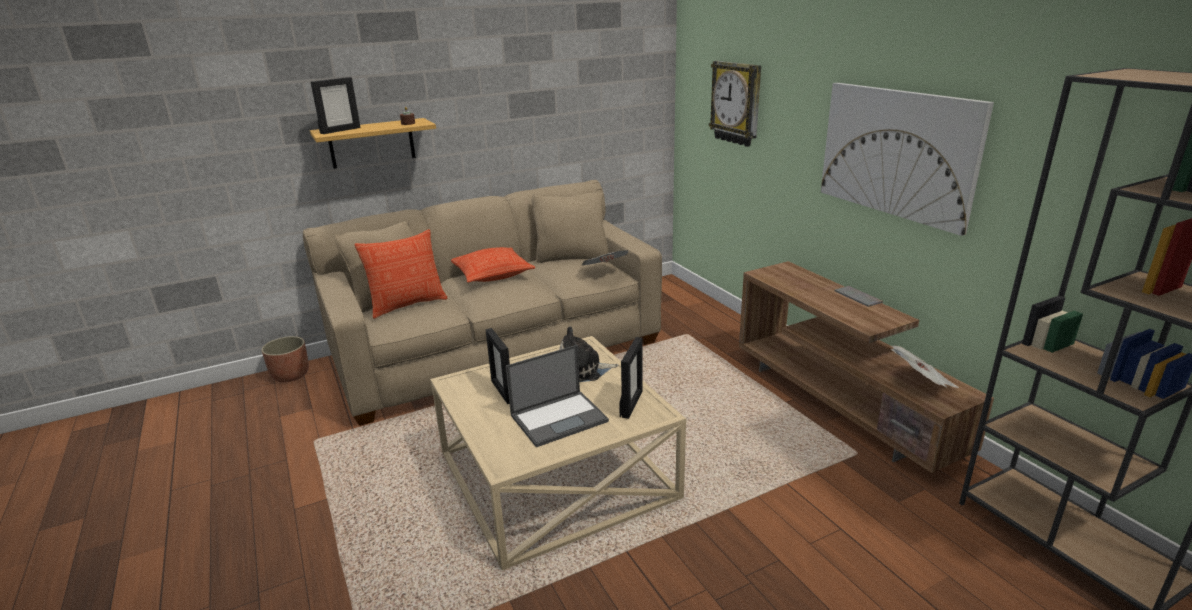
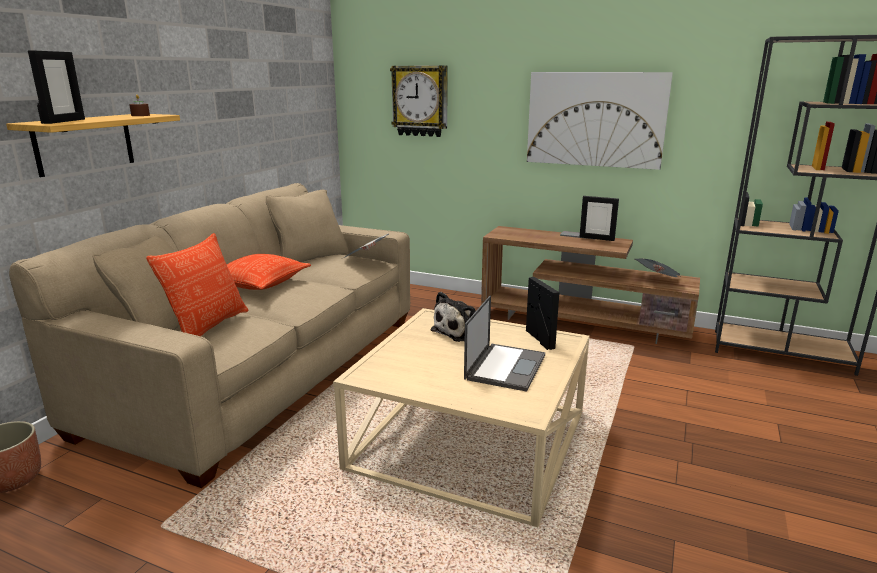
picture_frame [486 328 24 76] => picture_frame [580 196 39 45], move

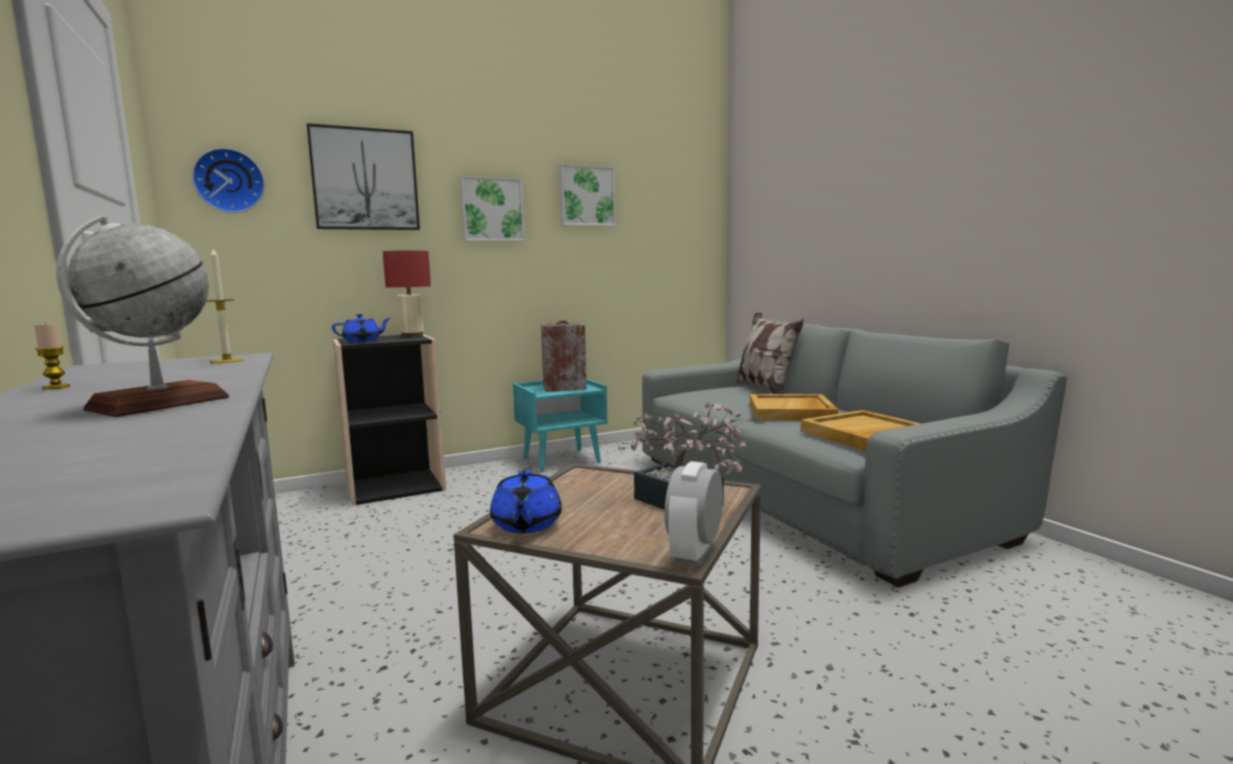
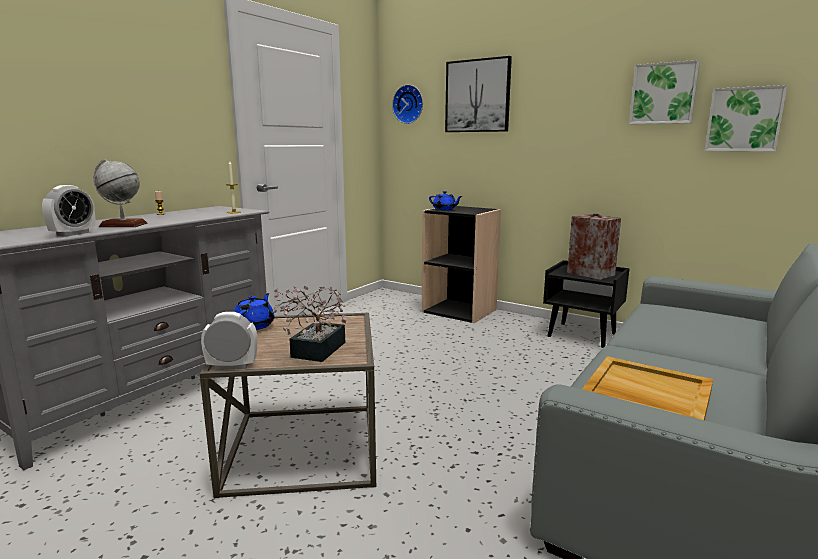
red_table_lamp [383 250 48 88] => nothing
pillow [734 312 70 82] => nothing
beige_tray [750 394 88 26] => nothing
nothing => alarm_clock [42 185 53 52]
picture [460 176 65 65] => picture [705 85 82 66], move
turquoise_nightstand [513 378 94 94] => black_nightstand [543 260 87 88]
blue_teapot [490 470 72 63] => blue_teapot [234 293 40 37], 135 degrees clockwise

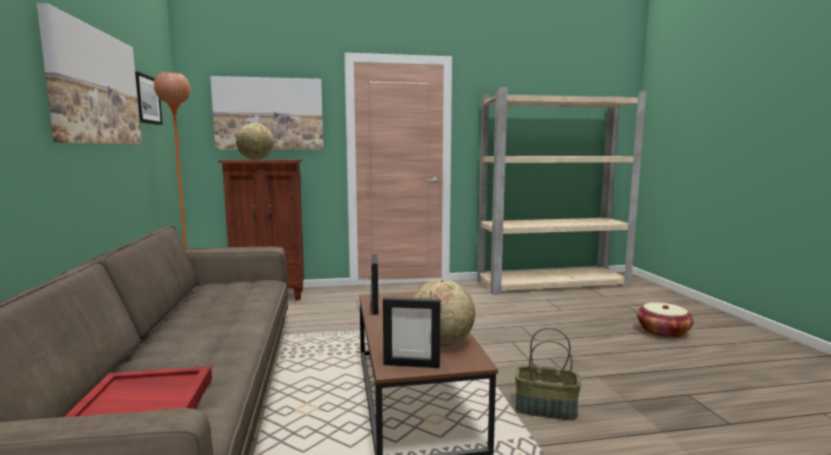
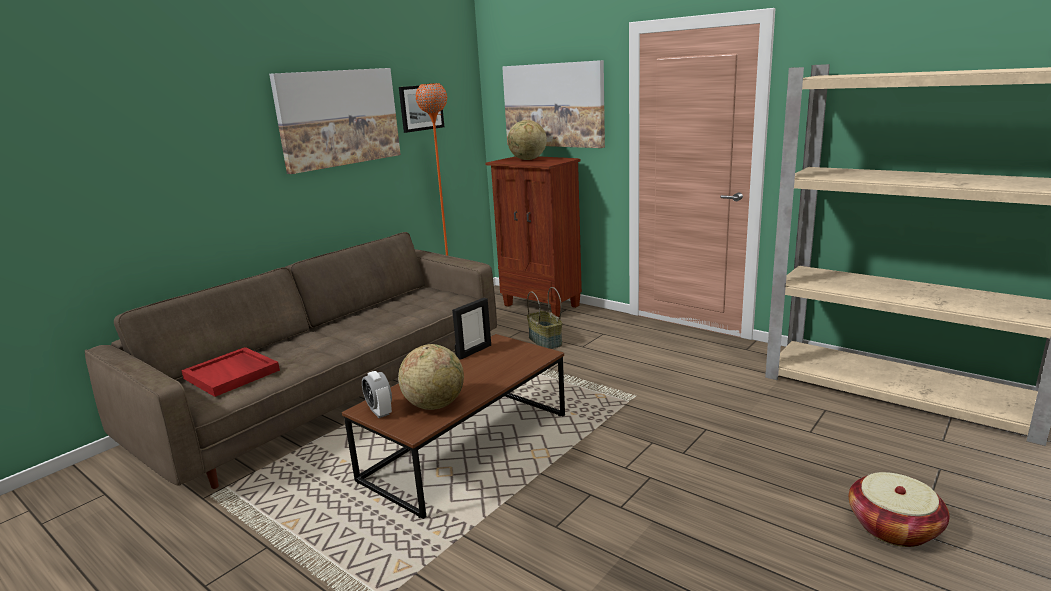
basket [515 327 66 93] => basket [527 287 35 62], move
picture_frame [383 297 57 71] => alarm_clock [362 371 30 47]

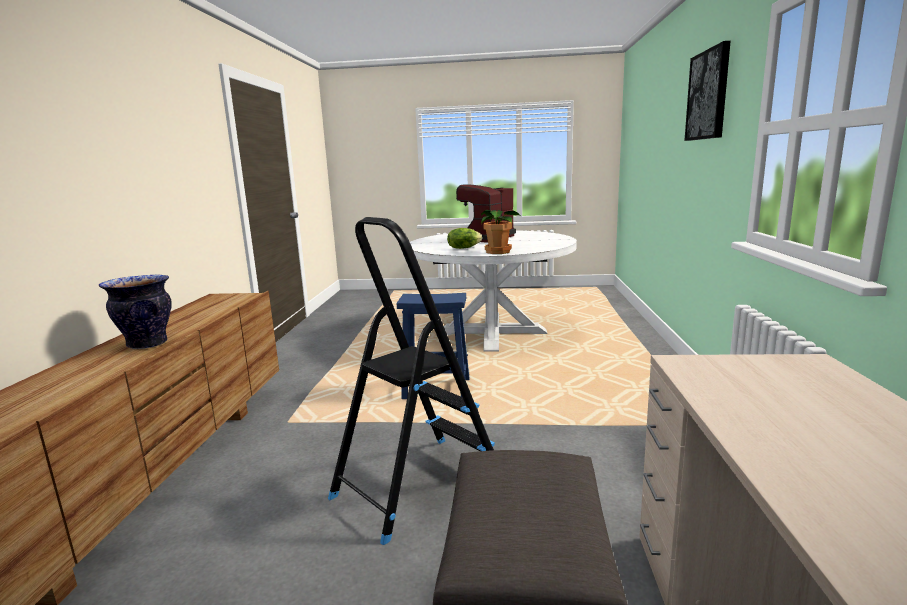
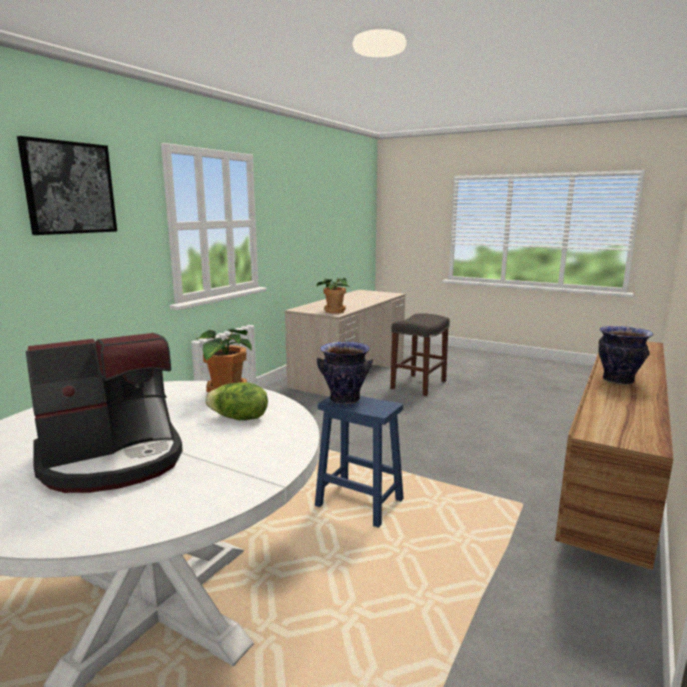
black_step_ladder [328 217 167 328] => nothing
nothing => potted_plant [317 278 32 36]
nothing => vase [317 342 56 62]

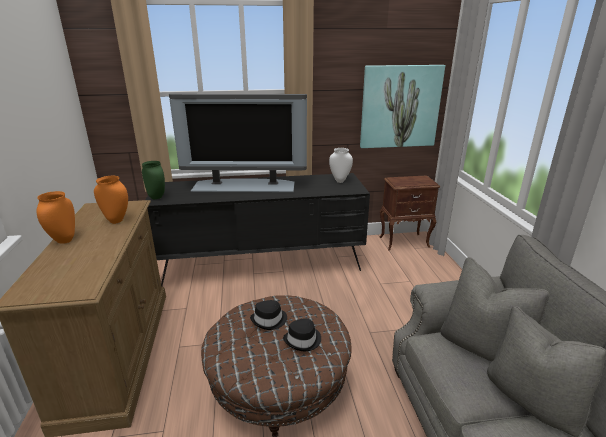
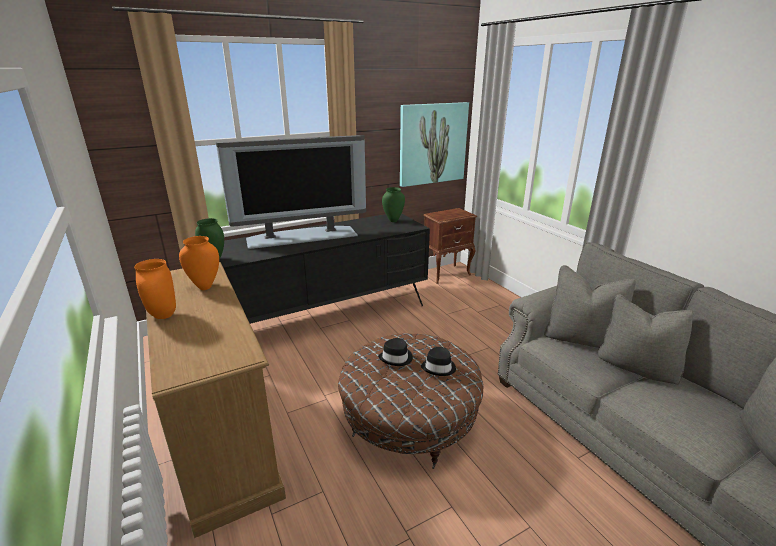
white_vase [329 148 24 35] => green_vase [382 187 23 35]

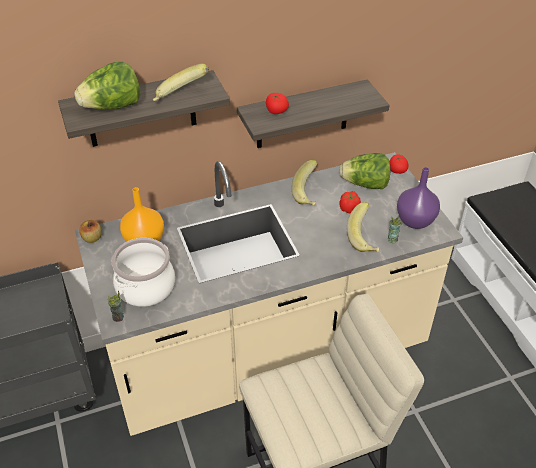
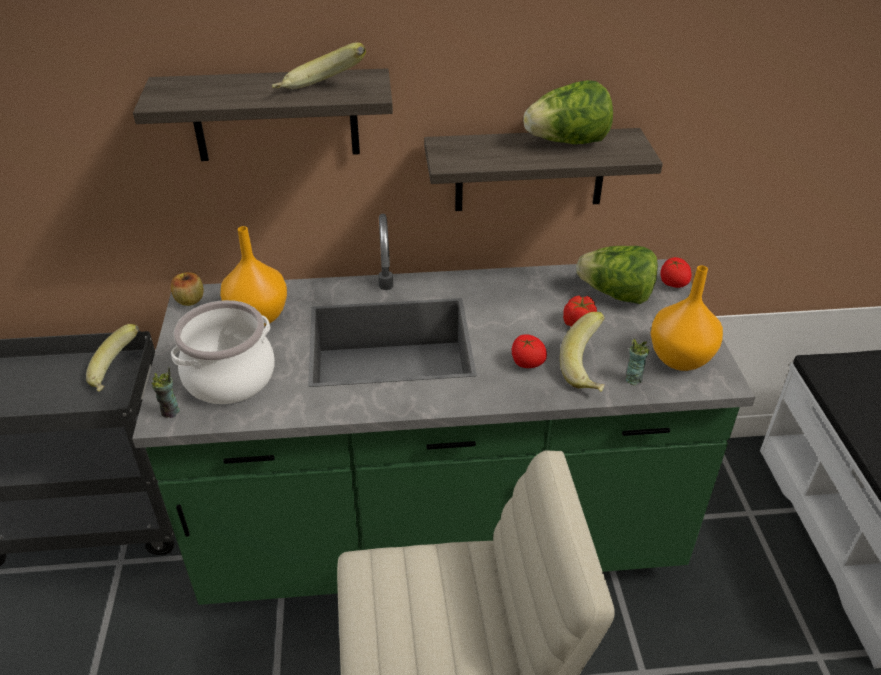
lettuce [74 62 66 47] => lettuce [523 80 90 64], move
tomato [266 93 23 21] => tomato [512 335 35 33], move
banana [292 160 26 46] => banana [86 324 53 68], move
beige_counter [75 152 388 284] => green_counter [132 214 623 391]
purple_vase [397 167 43 62] => orange_vase [650 265 73 106]

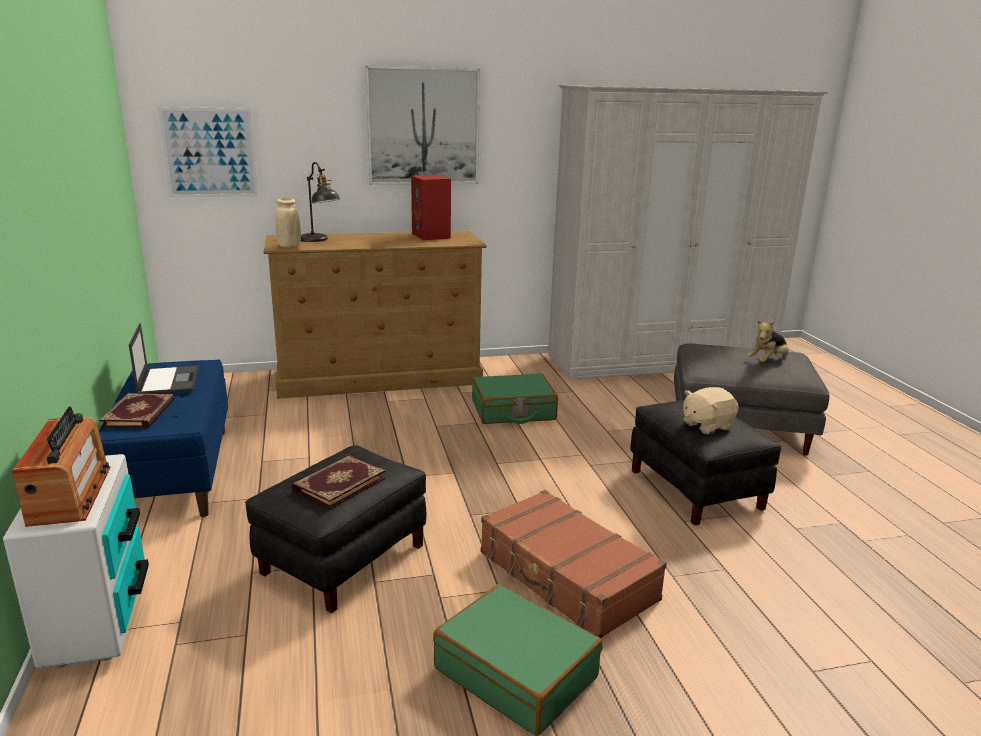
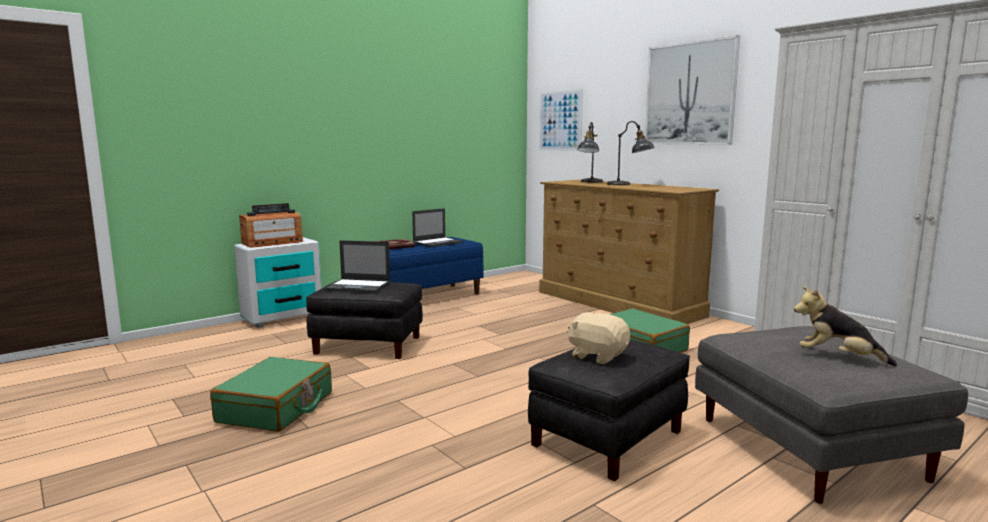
beige_vase [275 198 26 50] => nothing
red_speaker [411 175 40 65] => nothing
brown_suitcase [481 490 186 148] => nothing
nothing => grey_table_lamp [607 121 47 64]
book [292 455 94 55] => laptop [324 240 66 53]

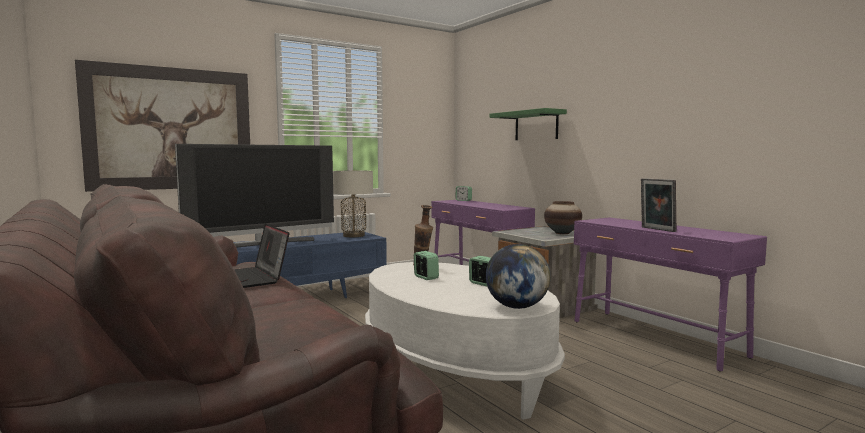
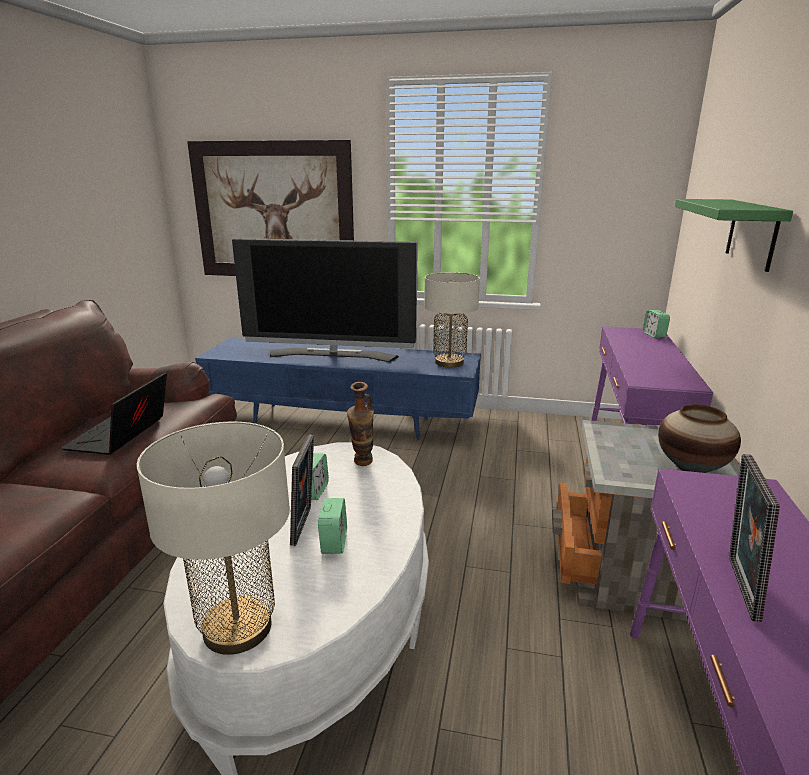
nothing => picture_frame [290 434 24 112]
globe [486 244 65 65] => table_lamp [137 422 153 233]

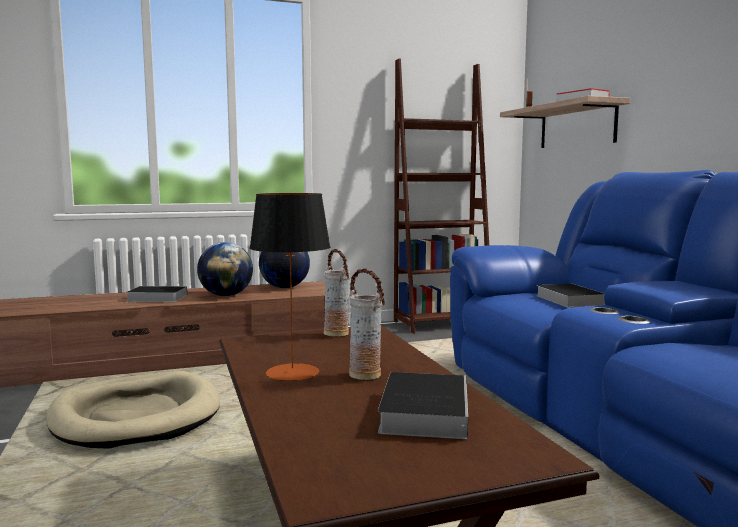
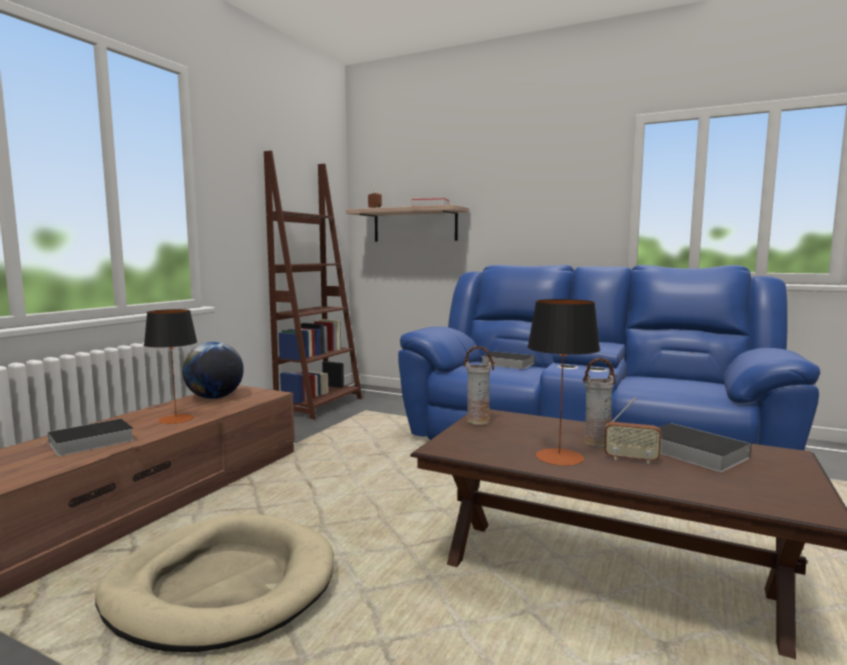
nothing => radio [604 397 58 67]
globe [197 242 56 54] => table_lamp [144 309 53 115]

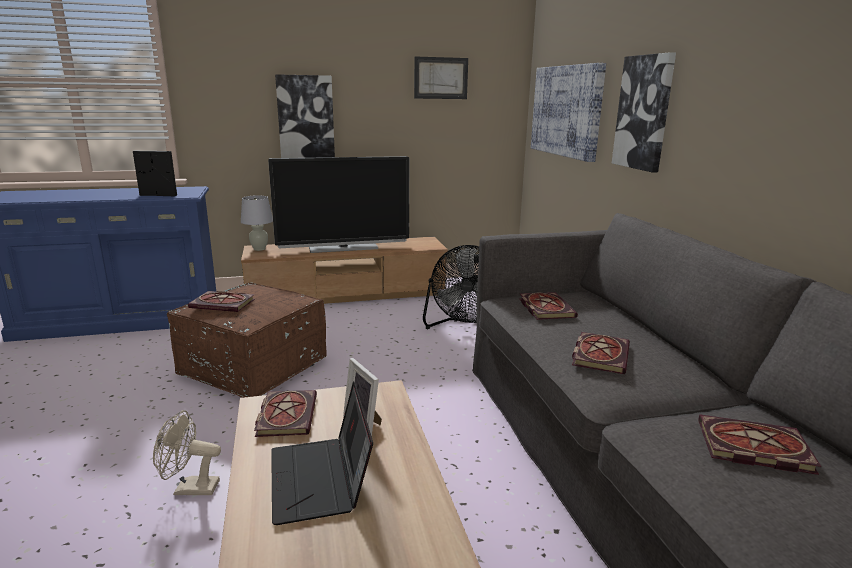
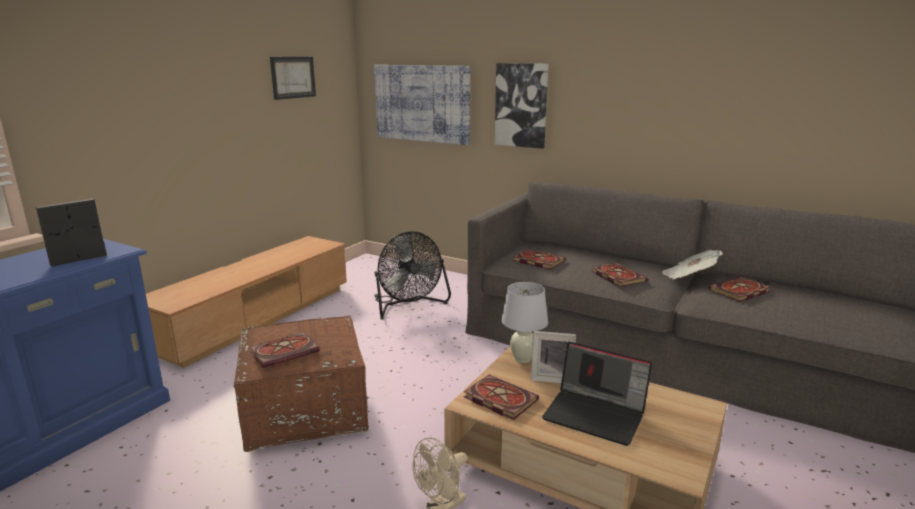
television [268 156 141 97] => nothing
picture [275 74 60 84] => nothing
nothing => newspaper [662 250 61 30]
white_table_lamp [241 195 32 56] => white_table_lamp [501 282 47 81], move

